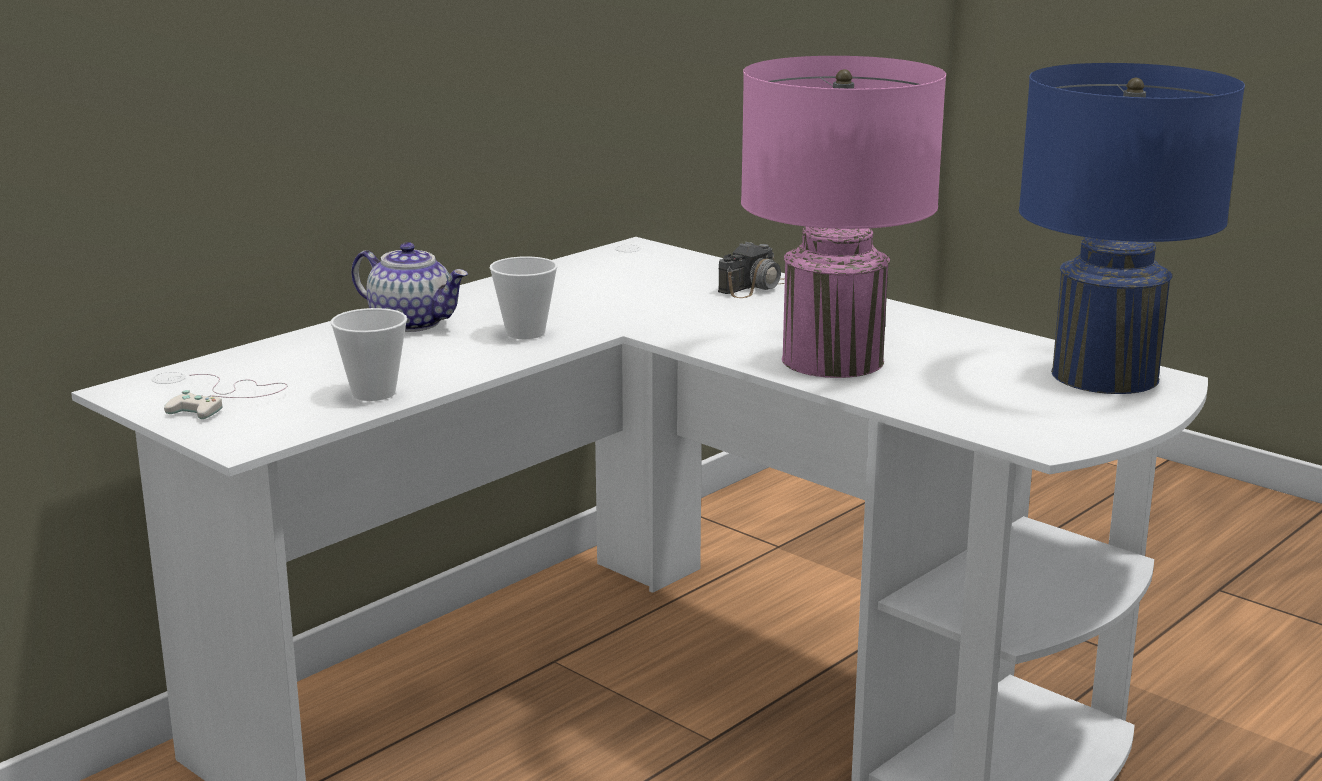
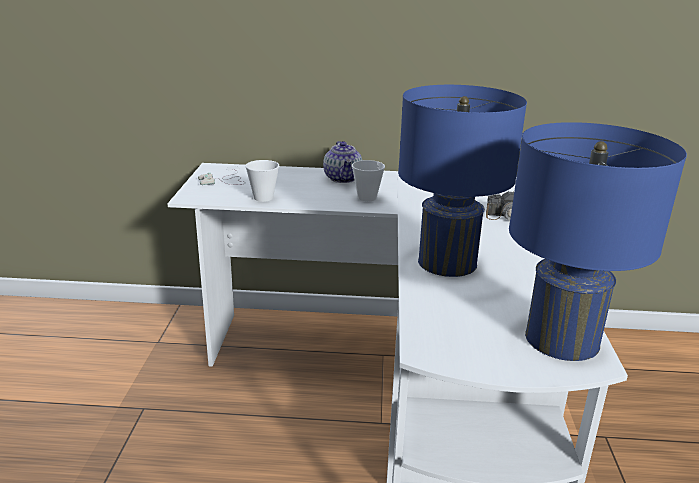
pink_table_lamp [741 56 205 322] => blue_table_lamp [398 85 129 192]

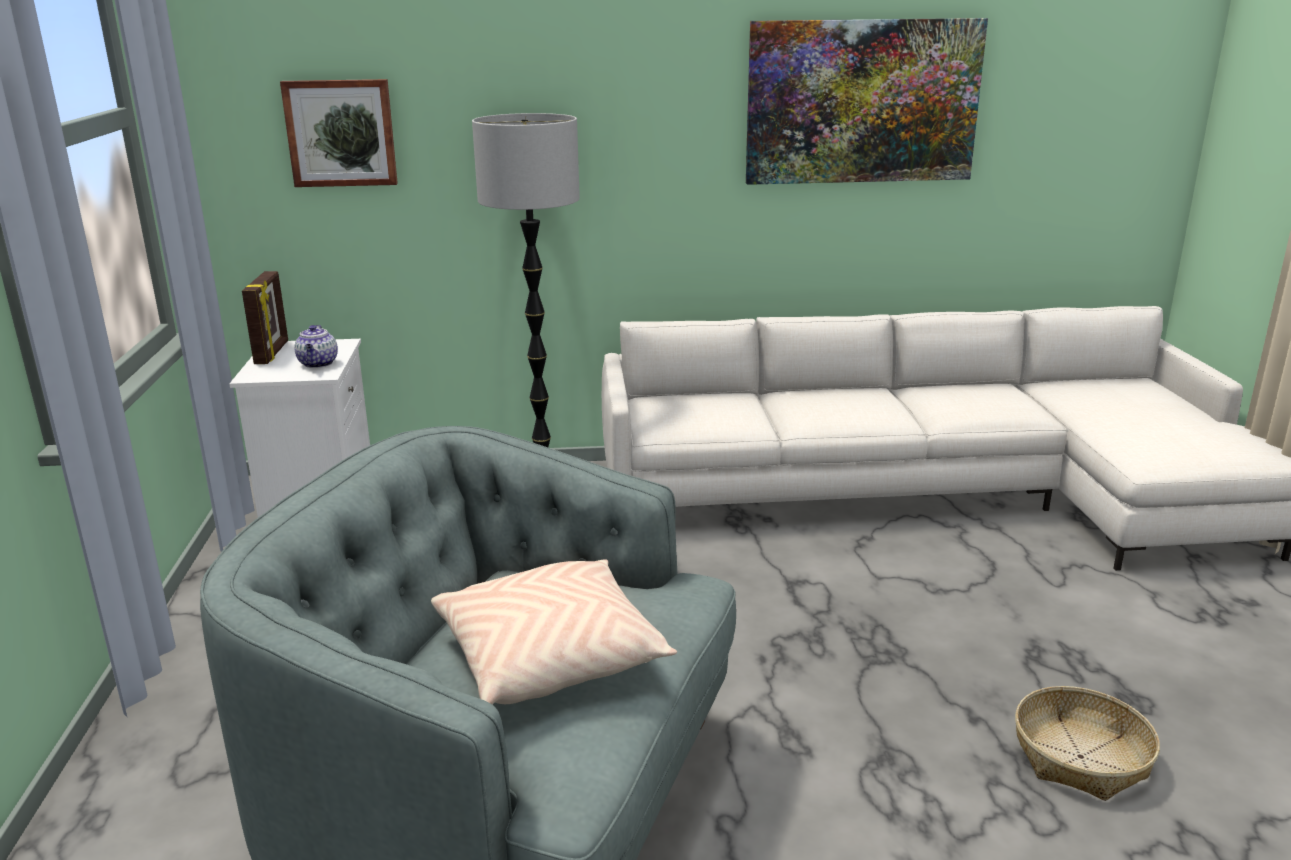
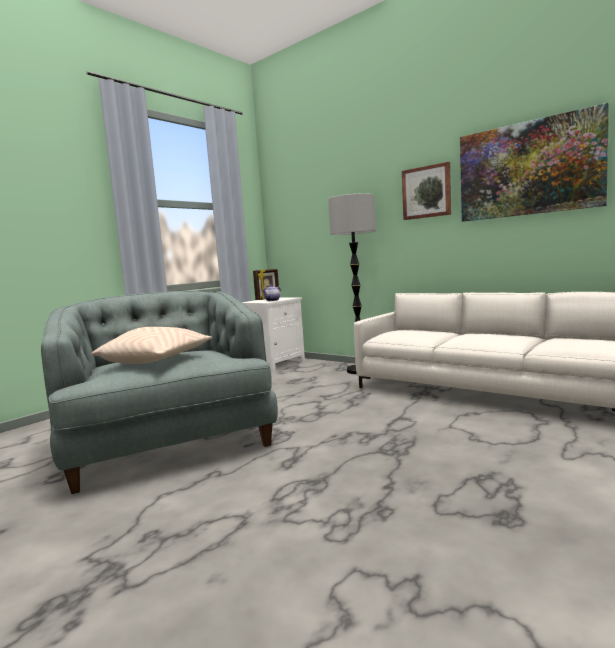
basket [1015 686 145 115] => nothing
picture [280 79 118 108] => picture [402 162 49 58], move

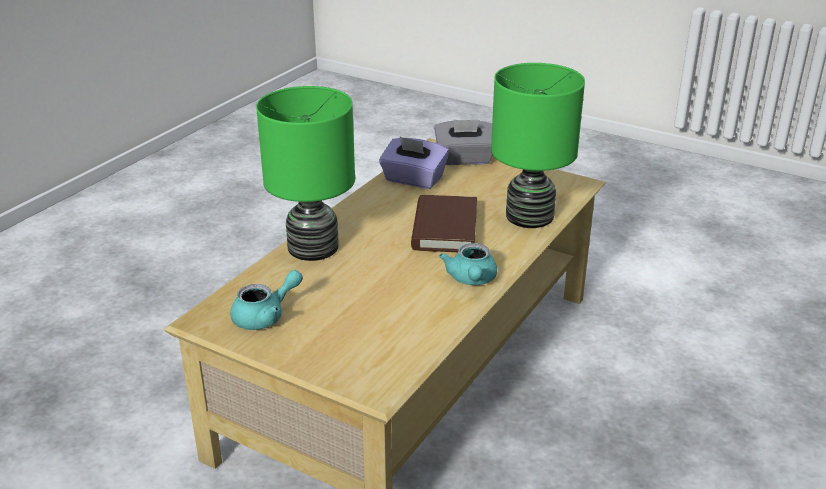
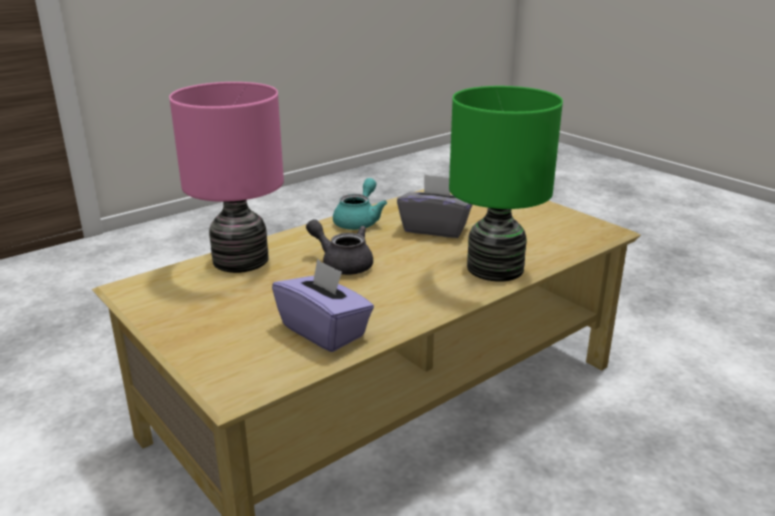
turquoise_teapot [230 270 73 60] => nothing
grey_tissue_box [434 119 58 46] => grey_tissue_box [397 174 75 64], move
brown_book [411 195 66 57] => grey_teapot [306 219 67 56]
green_table_lamp [491 63 94 165] => pink_table_lamp [169 82 115 191]

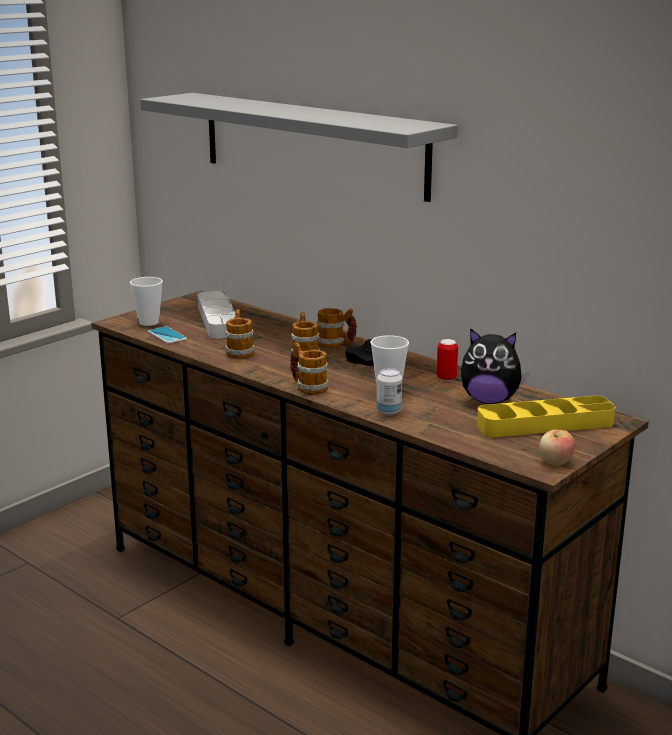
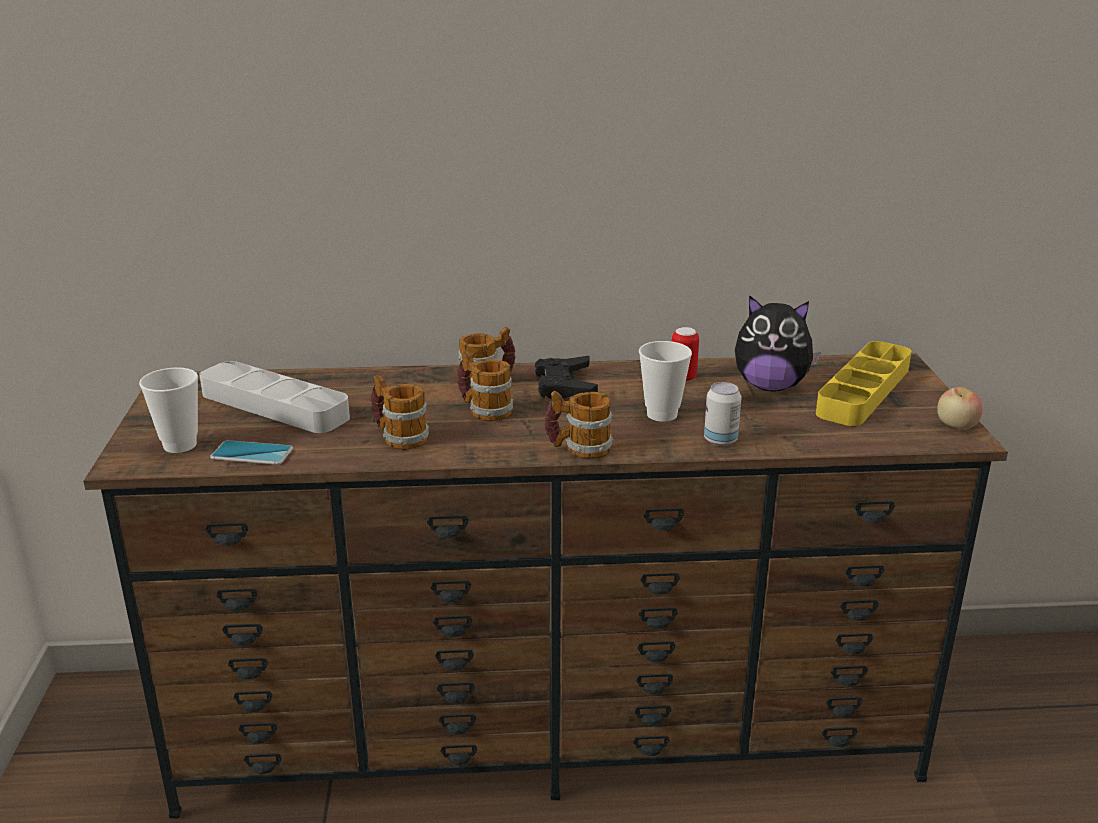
grey_shelf [140 93 318 109] => nothing
plush_toy [460 328 69 76] => plush_toy [735 295 86 97], 45 degrees clockwise

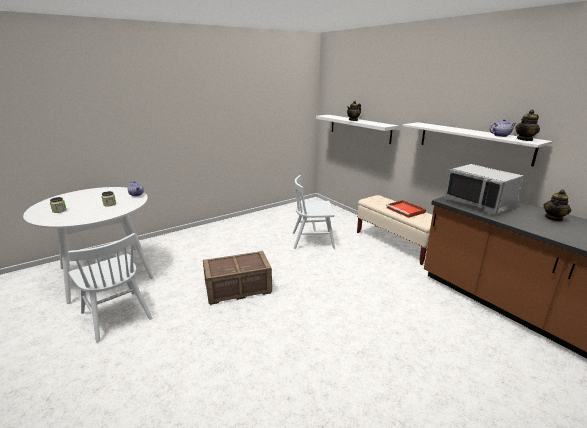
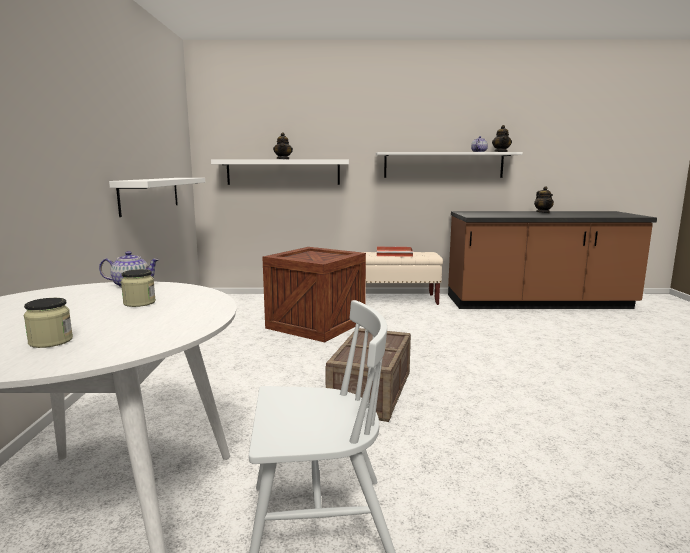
grey_microwave [445 164 79 51] => nothing
nothing => white_shelf [109 178 96 39]
white_chair [293 175 42 74] => crate [262 247 104 95]

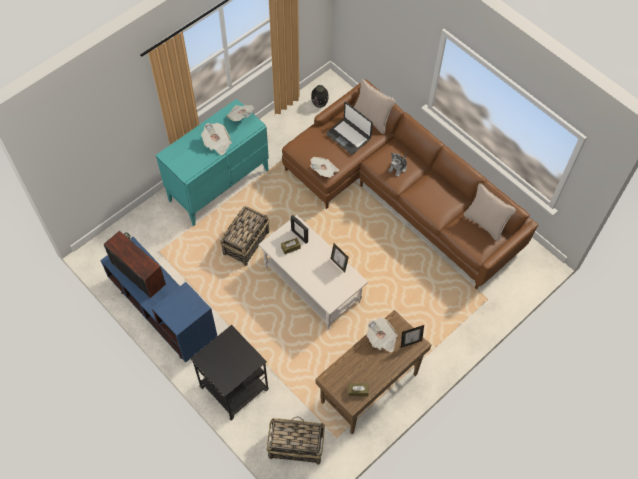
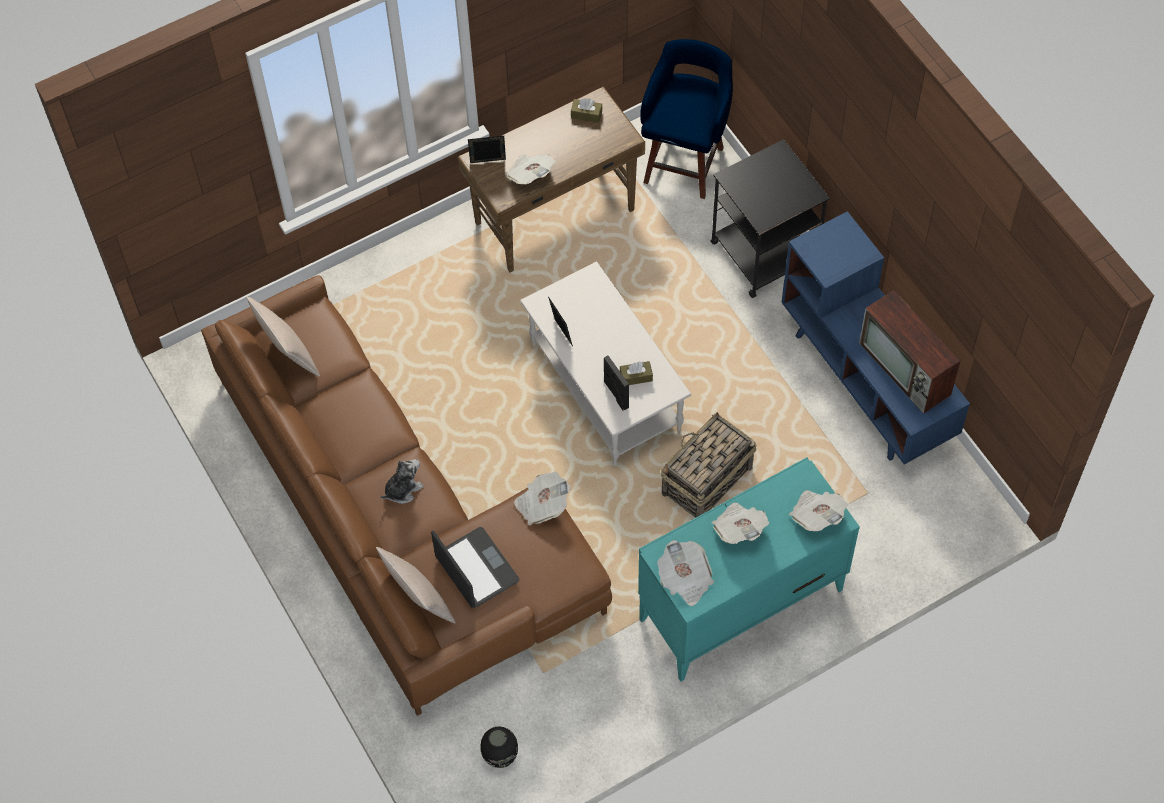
nothing => newspaper [789 490 59 41]
basket [266 417 59 48] => blue_stool [641 39 92 160]

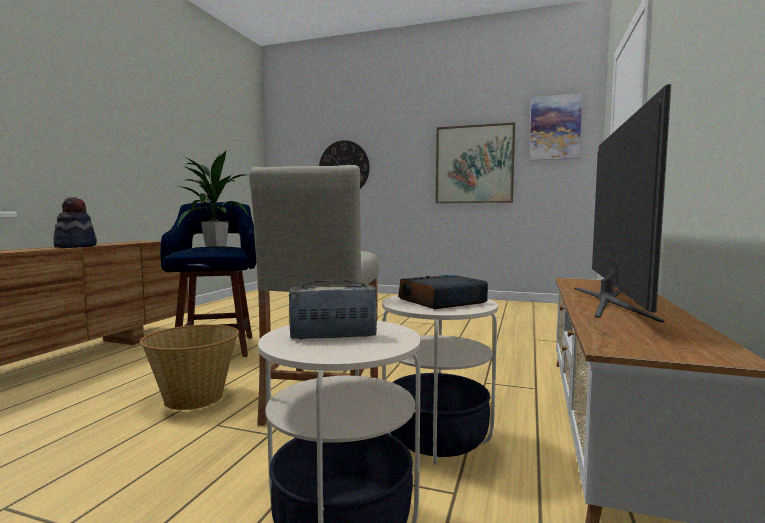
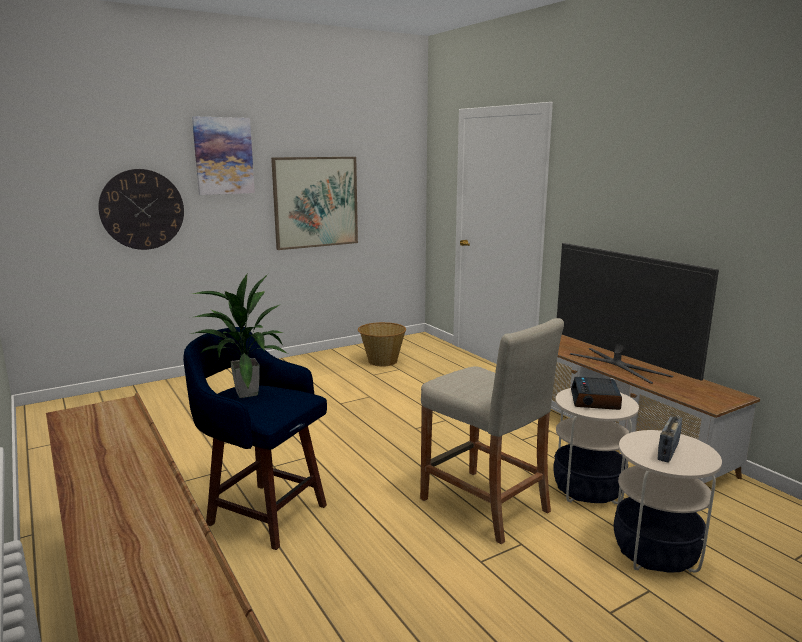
hat [53 197 44 51] => nothing
basket [140 324 99 86] => basket [358 322 48 45], move
picture [530 93 52 67] => picture [192 116 63 79], move

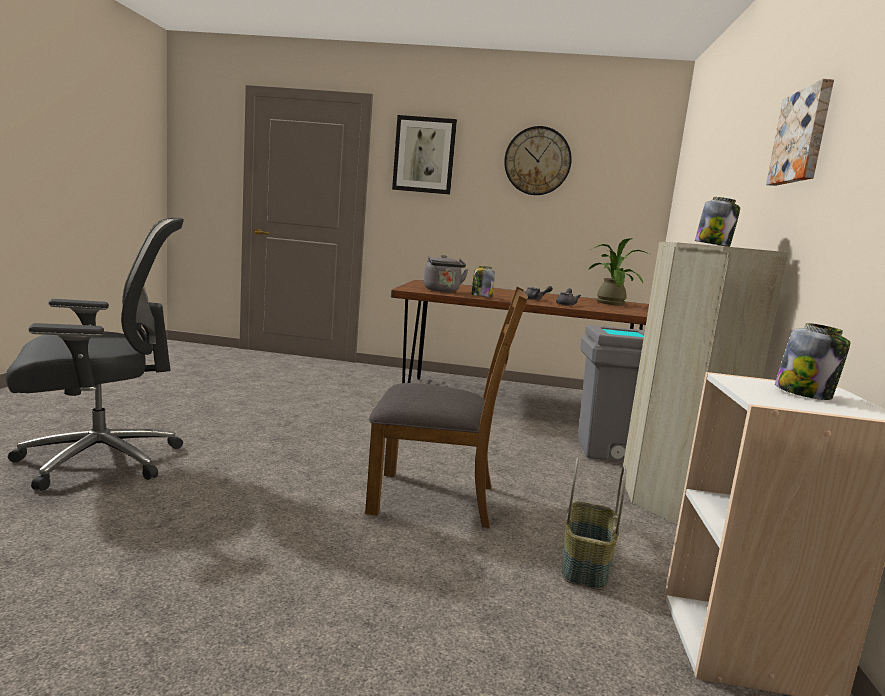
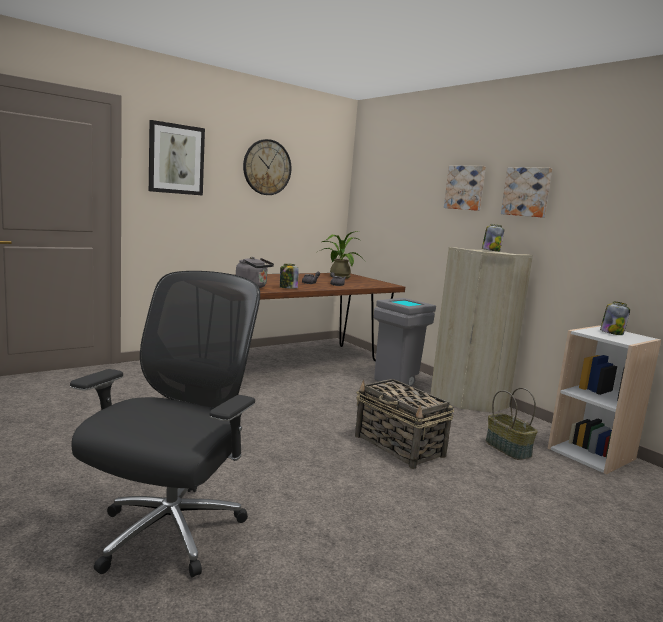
nothing => picture [444 166 42 45]
brown_chair [365 287 163 241] => basket [355 379 99 90]

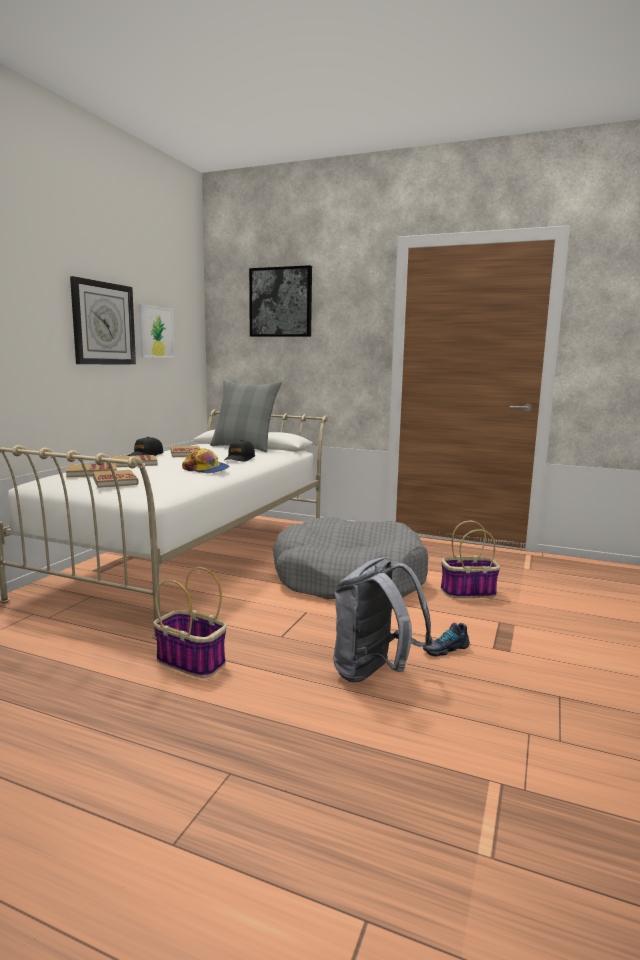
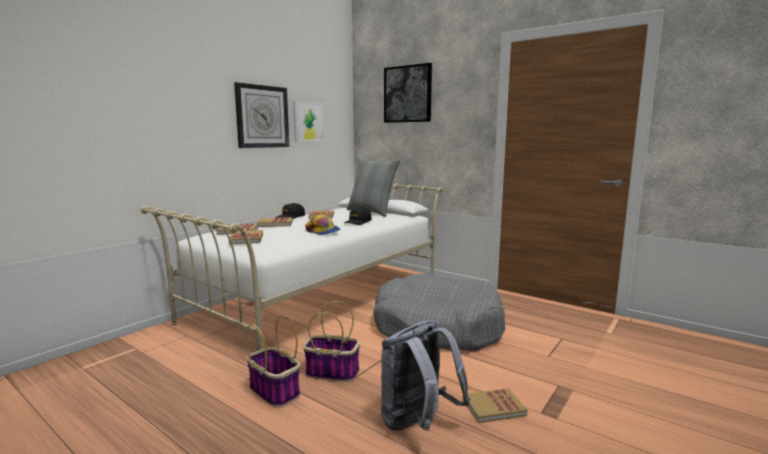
basket [441 521 59 77] => basket [303 301 57 81], move
shoe [423 623 47 33] => book [463 388 64 35]

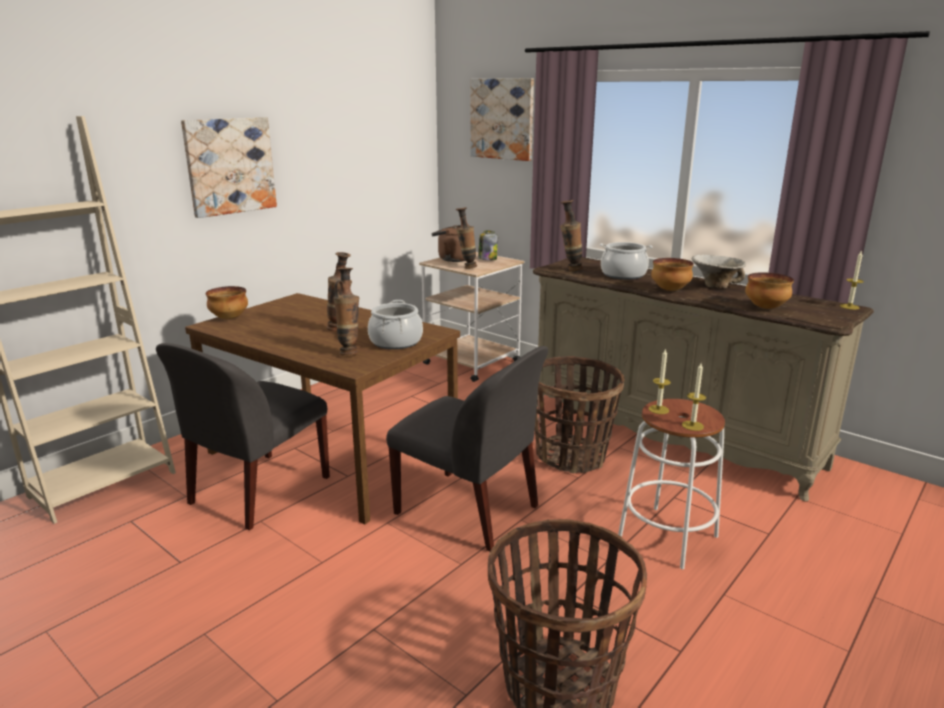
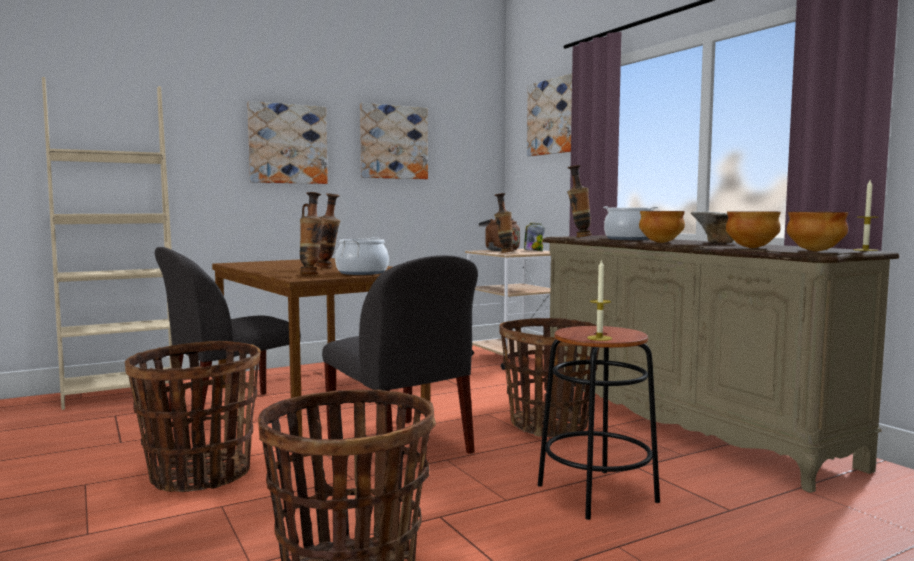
candle [649 348 22 66] => nothing
nothing => basket [125 341 136 151]
nothing => picture [360 103 68 76]
bowl [206 286 42 33] => bowl [787 212 61 39], move
white_stool [618 399 107 170] => black_stool [538 326 122 194]

